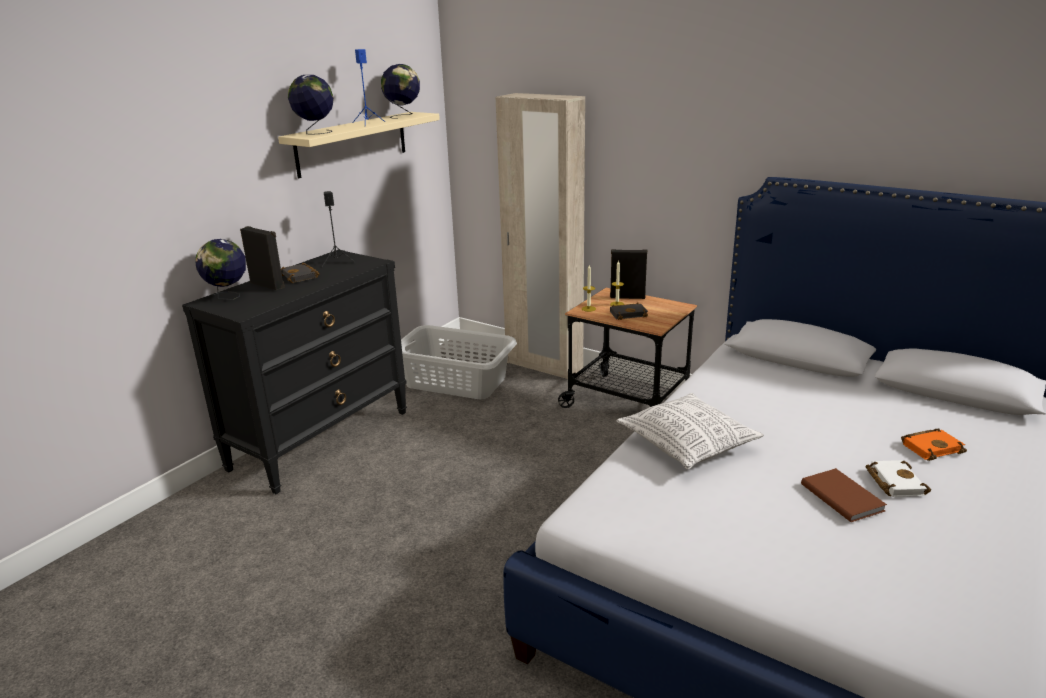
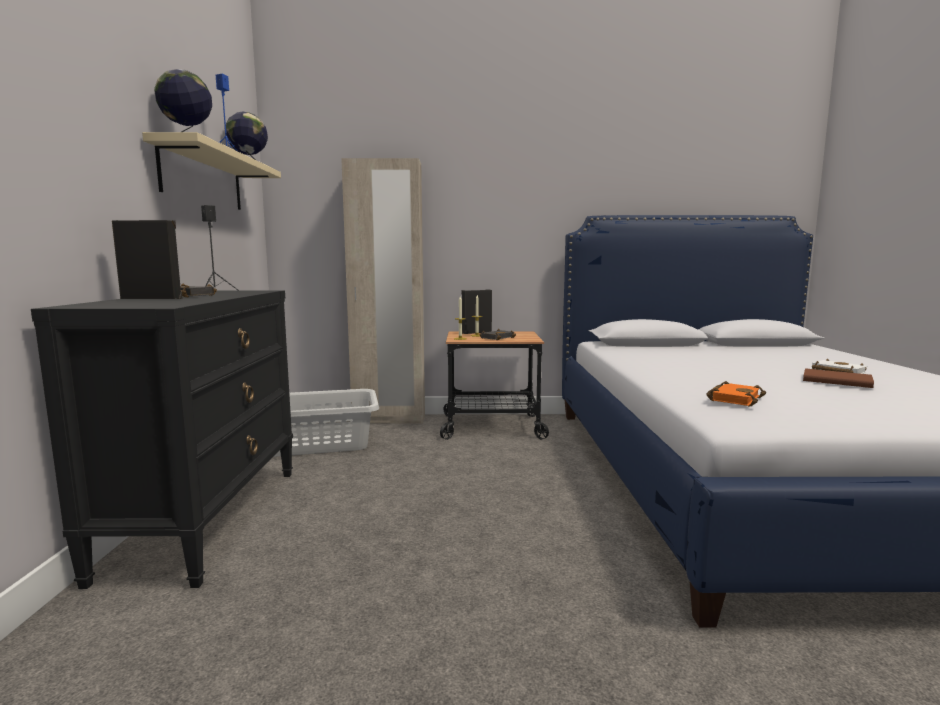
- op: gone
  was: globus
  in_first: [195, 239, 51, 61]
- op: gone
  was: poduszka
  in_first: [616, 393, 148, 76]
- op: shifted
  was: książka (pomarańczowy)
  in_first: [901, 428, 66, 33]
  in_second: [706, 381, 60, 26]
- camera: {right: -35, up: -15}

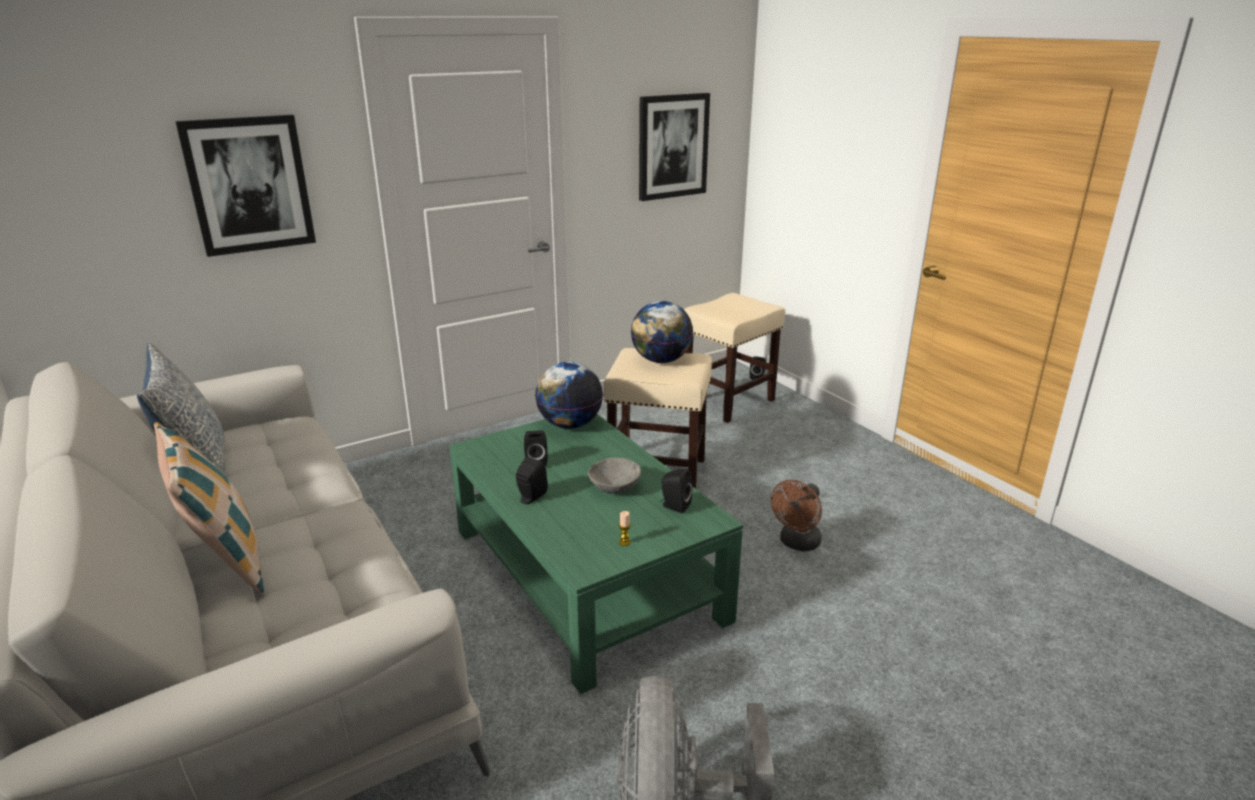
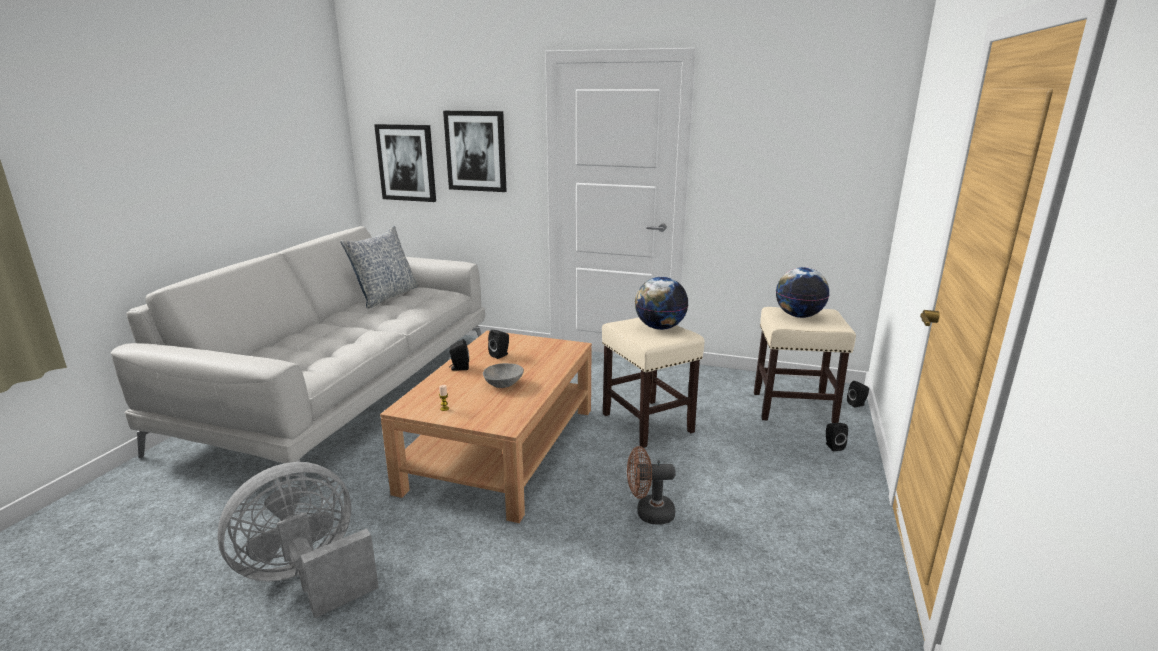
- op: shifted
  was: obraz
  in_first: [639, 93, 71, 108]
  in_second: [374, 124, 62, 78]
- op: shifted
  was: globus
  in_first: [535, 361, 68, 68]
  in_second: [776, 267, 53, 51]
- op: repainted
  was: ława (zielony)
  now: ława (brązowy)
  in_first: [449, 414, 294, 280]
  in_second: [380, 330, 212, 193]
- op: gone
  was: poduszka
  in_first: [154, 422, 110, 171]
- op: shifted
  was: głośnik (czarny)
  in_first: [660, 468, 33, 45]
  in_second: [826, 423, 22, 28]
- camera: {right: 50, up: -5}

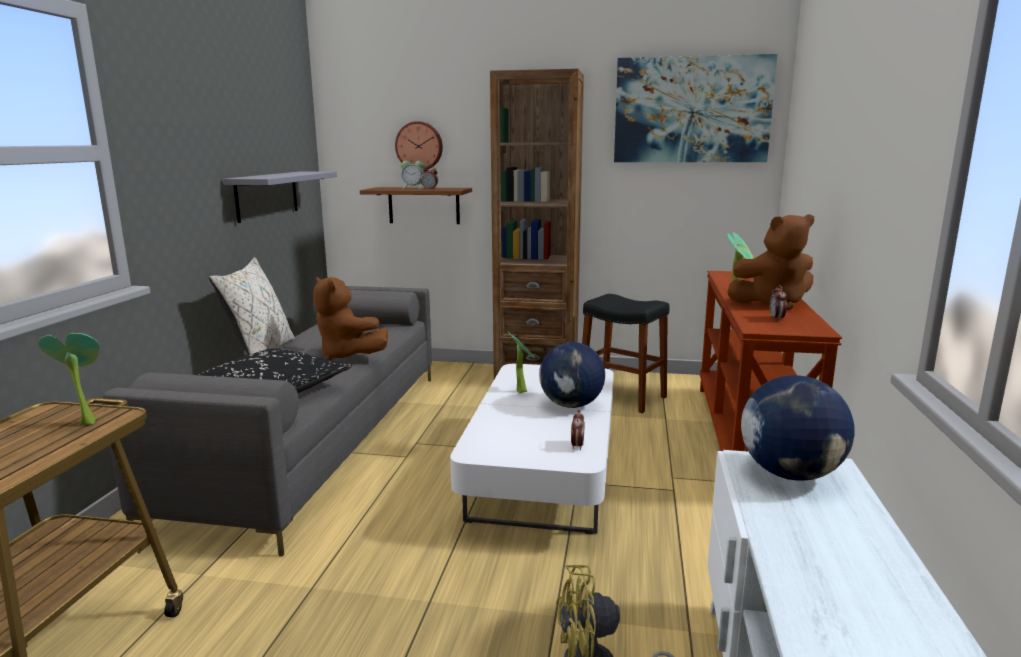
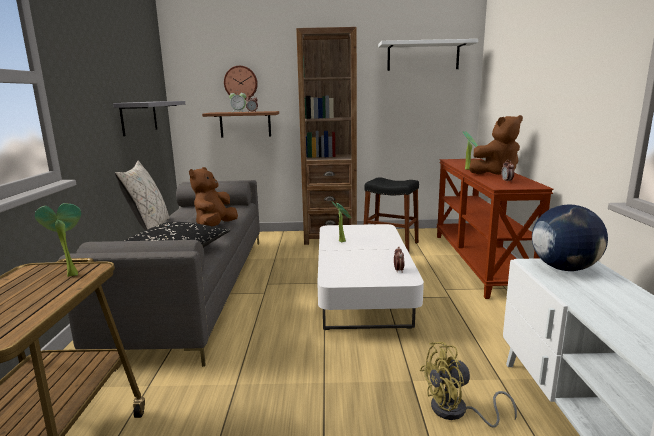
- op: swapped
  was: obraz
  now: półka (biały)
  in_first: [614, 54, 163, 108]
  in_second: [378, 39, 100, 32]
- op: rotated
  was: pluszak (brązowy)
  in_first: [313, 277, 75, 83]
  in_second: [189, 167, 49, 60]
  clockwise: 75
- op: gone
  was: globus
  in_first: [539, 342, 66, 66]
- camera: {right: -10, up: 0}

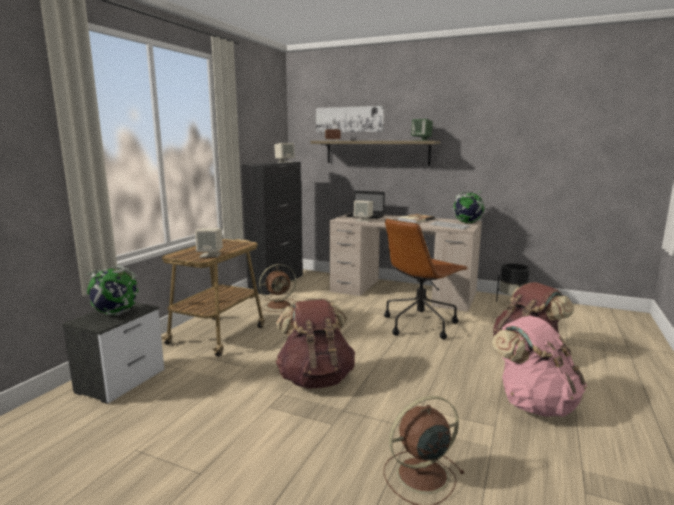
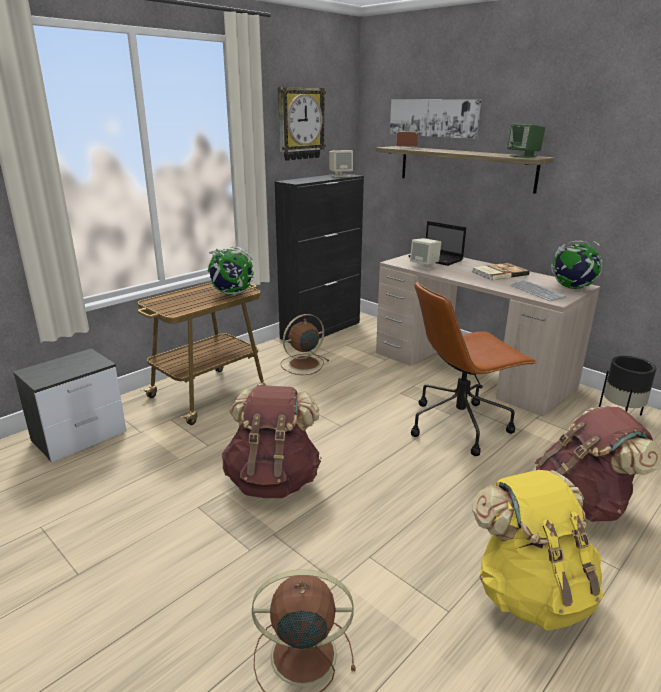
- op: gone
  was: głośnik (beżowy)
  in_first: [195, 228, 28, 29]
- op: rotated
  was: wentylator (brązowy)
  in_first: [259, 264, 37, 48]
  in_second: [281, 314, 48, 61]
  clockwise: 150
- op: shifted
  was: globus
  in_first: [85, 266, 54, 49]
  in_second: [207, 247, 47, 49]
- op: repainted
  was: plecak (różowy)
  now: plecak (żółty)
  in_first: [492, 315, 95, 102]
  in_second: [472, 470, 131, 160]
- op: new
  now: zegar ścienny
  in_second: [278, 87, 48, 74]
- camera: {right: 20, up: 10}

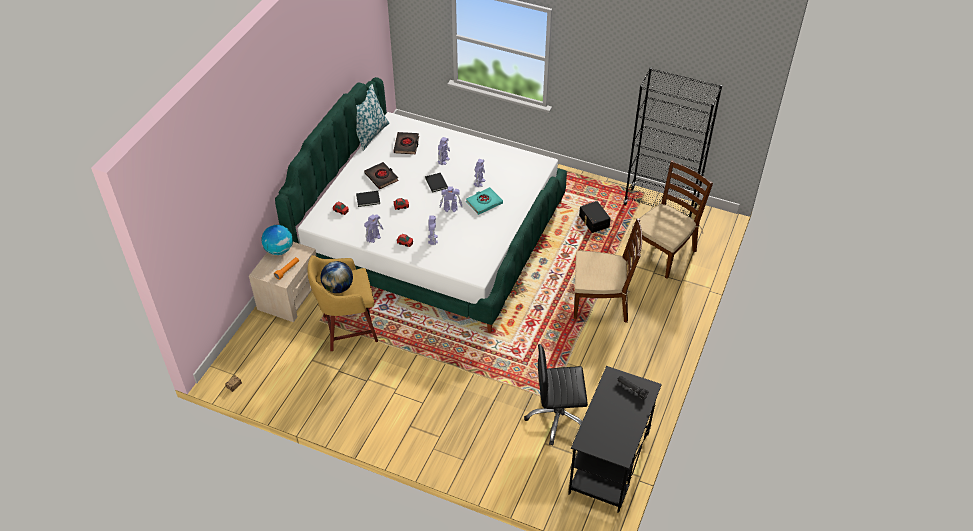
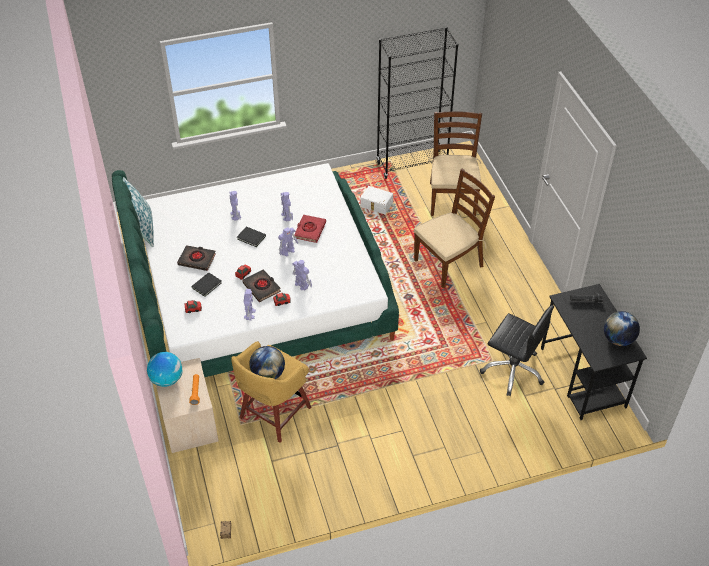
- op: shifted
  was: książka (czarny)
  in_first: [393, 132, 26, 22]
  in_second: [242, 269, 39, 33]
- op: repainted
  was: książka (turkusowy)
  now: książka (czerwony)
  in_first: [466, 187, 37, 28]
  in_second: [294, 215, 32, 28]
- op: repainted
  was: pojemnik do przechowywania (czarny)
  now: pojemnik do przechowywania (biały)
  in_first: [579, 201, 32, 32]
  in_second: [360, 186, 33, 28]
- op: rotated
  was: krzesło biurowe (czarny)
  in_first: [524, 344, 64, 101]
  in_second: [480, 305, 74, 91]
  clockwise: -105
- op: new
  now: globus
  in_second: [604, 311, 36, 35]
- camera: {right: -40, up: 0}

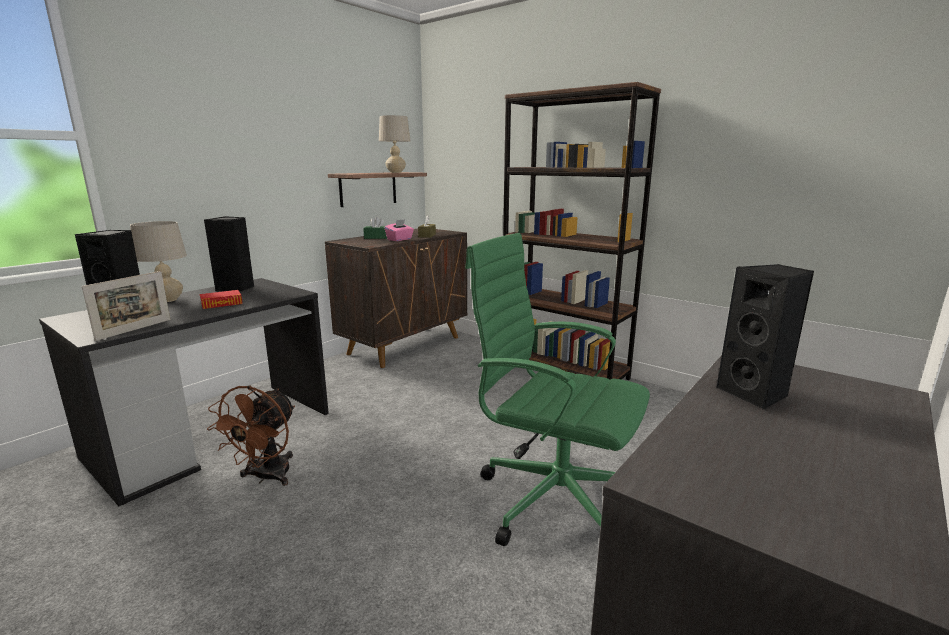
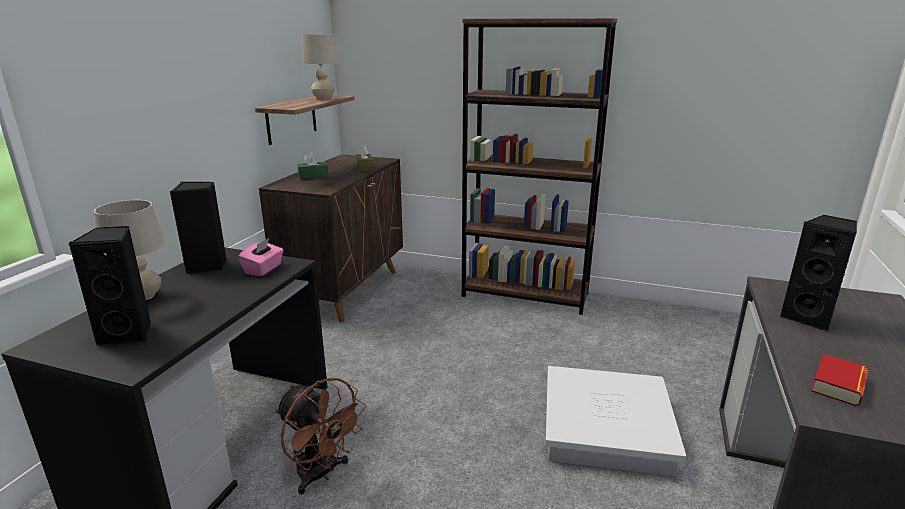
- op: shifted
  was: pudełko chusteczek (różowy)
  in_first: [385, 219, 29, 22]
  in_second: [238, 238, 45, 38]
- op: swapped
  was: krzesło biurowe (zielony)
  now: pojemnik do przechowywania (biały)
  in_first: [465, 233, 185, 313]
  in_second: [545, 366, 141, 110]
- op: gone
  was: ramka na zdjęcie
  in_first: [82, 271, 89, 70]
- op: shifted
  was: książka
  in_first: [200, 290, 43, 19]
  in_second: [811, 354, 57, 52]
- op: rotated
  was: wentylator (brązowy)
  in_first: [207, 385, 88, 101]
  in_second: [276, 378, 90, 117]
  clockwise: -45
- camera: {right: -20, up: 5}

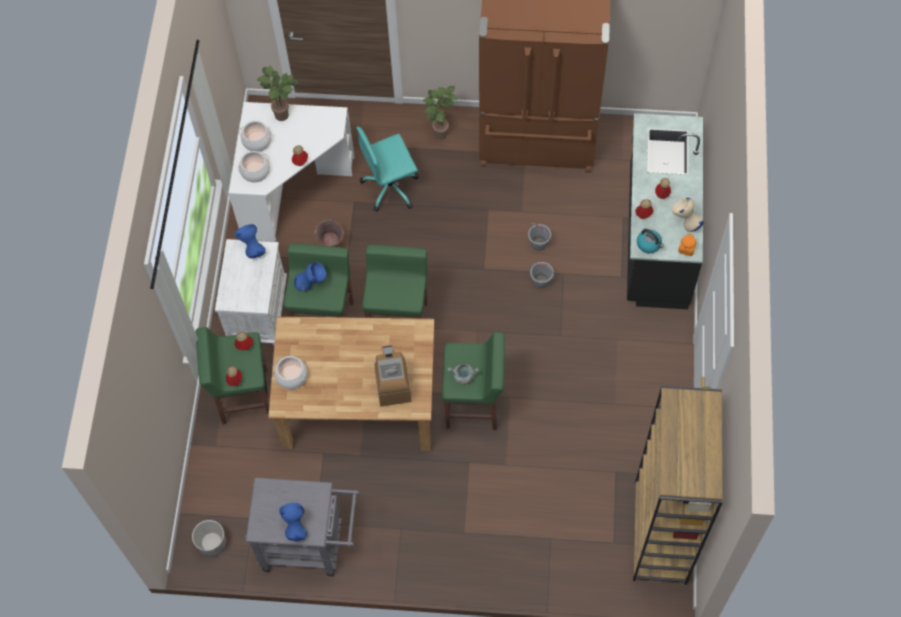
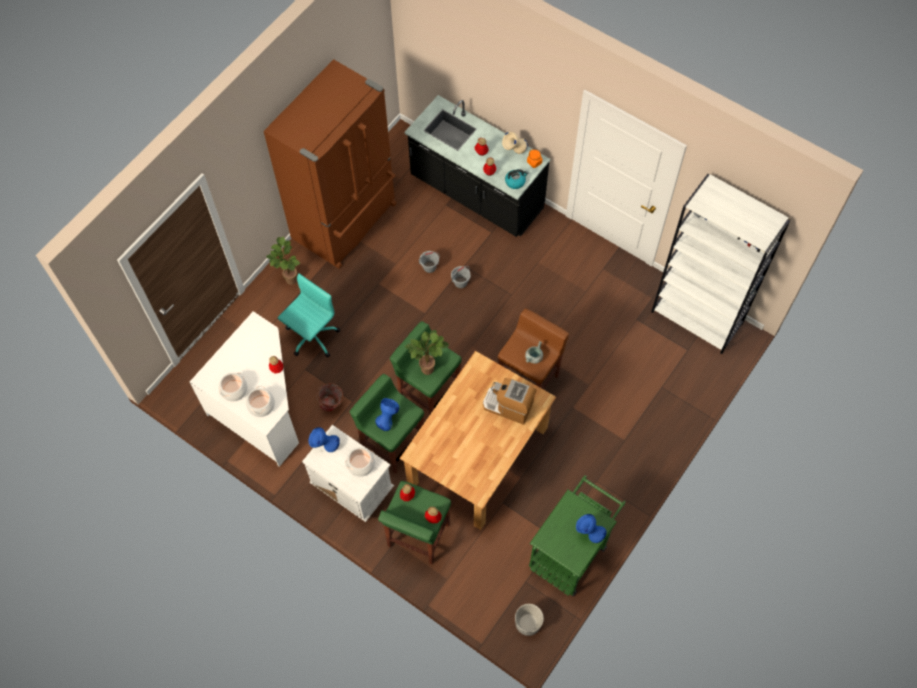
- op: shifted
  was: roślina doniczkowa
  in_first: [257, 65, 41, 56]
  in_second: [405, 330, 45, 45]
- op: rotated
  was: krzesło biurowe (turkusowy)
  in_first: [356, 127, 63, 85]
  in_second: [278, 273, 62, 85]
  clockwise: -150
- op: repainted
  was: stołek (zielony)
  now: stołek (brązowy)
  in_first: [442, 332, 63, 98]
  in_second: [498, 308, 71, 82]
- op: shifted
  was: garnek
  in_first: [274, 356, 33, 33]
  in_second: [345, 447, 30, 30]
- op: repainted
  was: regał (brązowy)
  now: regał (biały)
  in_first: [633, 386, 90, 199]
  in_second: [651, 174, 140, 180]
- op: repainted
  was: wózek (szary)
  now: wózek (zielony)
  in_first: [245, 477, 115, 99]
  in_second: [529, 475, 97, 121]
- camera: {right: -60, up: 0}

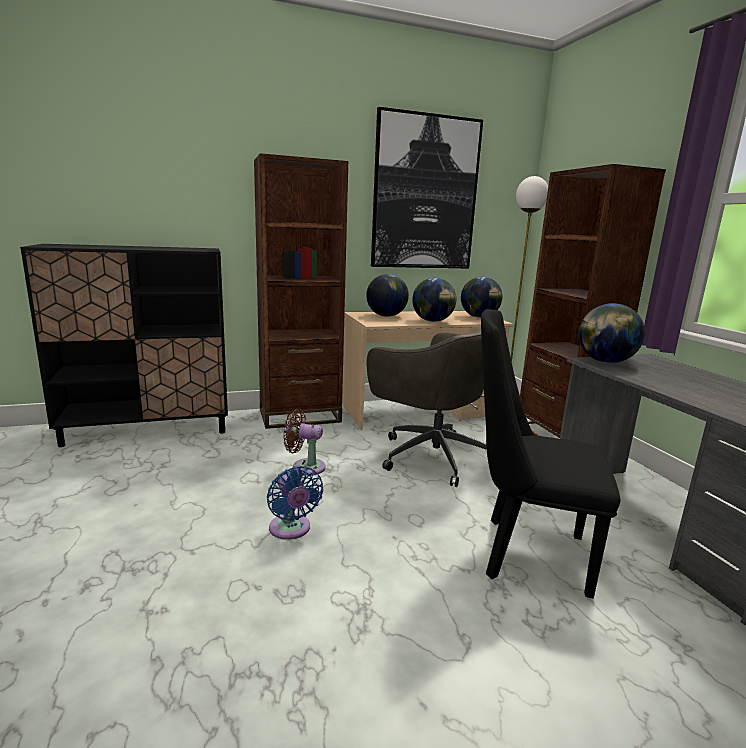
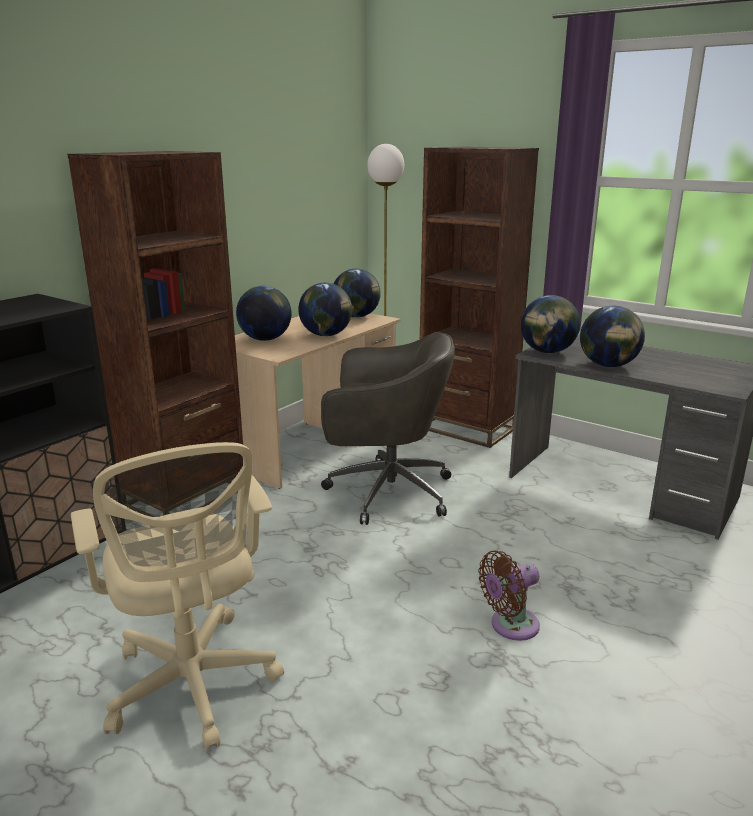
- op: gone
  was: obraz
  in_first: [371, 107, 112, 162]
- op: gone
  was: krzesło (czarny)
  in_first: [481, 309, 139, 289]
- op: shifted
  was: wentylator (brązowy)
  in_first: [283, 409, 43, 67]
  in_second: [479, 551, 61, 90]
- op: gone
  was: wentylator (niebieski)
  in_first: [267, 466, 56, 74]
- op: new
  now: globus
  in_second: [580, 306, 65, 61]
- op: new
  now: krzesło biurowe (beżowy)
  in_second: [71, 442, 213, 308]
- camera: {right: -35, up: 5}

